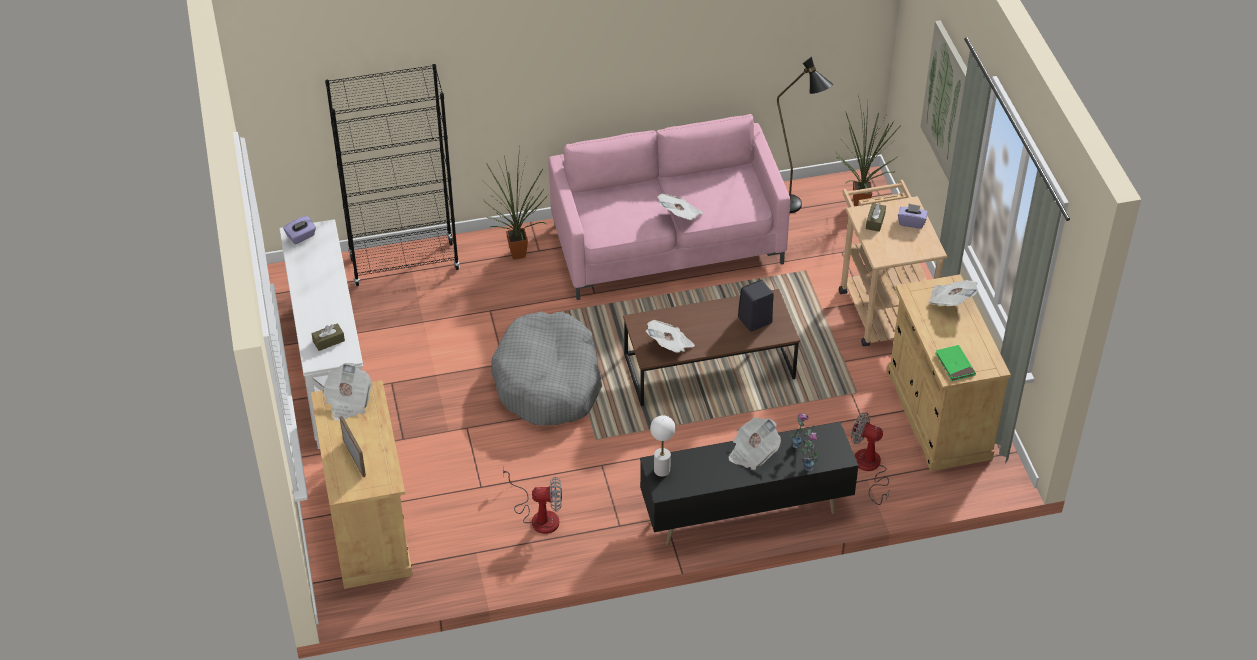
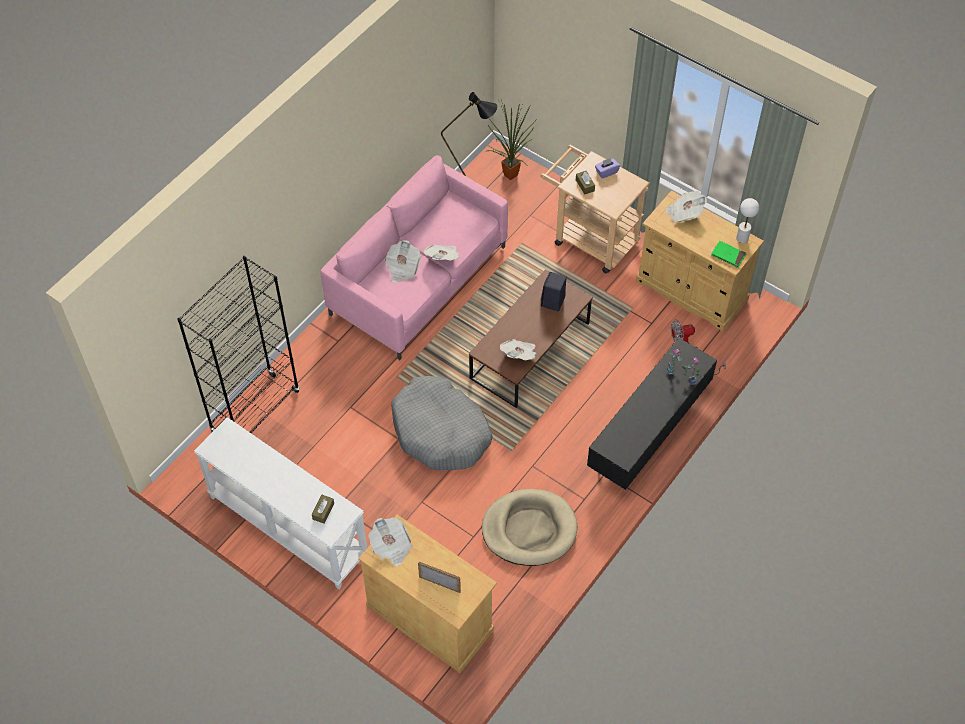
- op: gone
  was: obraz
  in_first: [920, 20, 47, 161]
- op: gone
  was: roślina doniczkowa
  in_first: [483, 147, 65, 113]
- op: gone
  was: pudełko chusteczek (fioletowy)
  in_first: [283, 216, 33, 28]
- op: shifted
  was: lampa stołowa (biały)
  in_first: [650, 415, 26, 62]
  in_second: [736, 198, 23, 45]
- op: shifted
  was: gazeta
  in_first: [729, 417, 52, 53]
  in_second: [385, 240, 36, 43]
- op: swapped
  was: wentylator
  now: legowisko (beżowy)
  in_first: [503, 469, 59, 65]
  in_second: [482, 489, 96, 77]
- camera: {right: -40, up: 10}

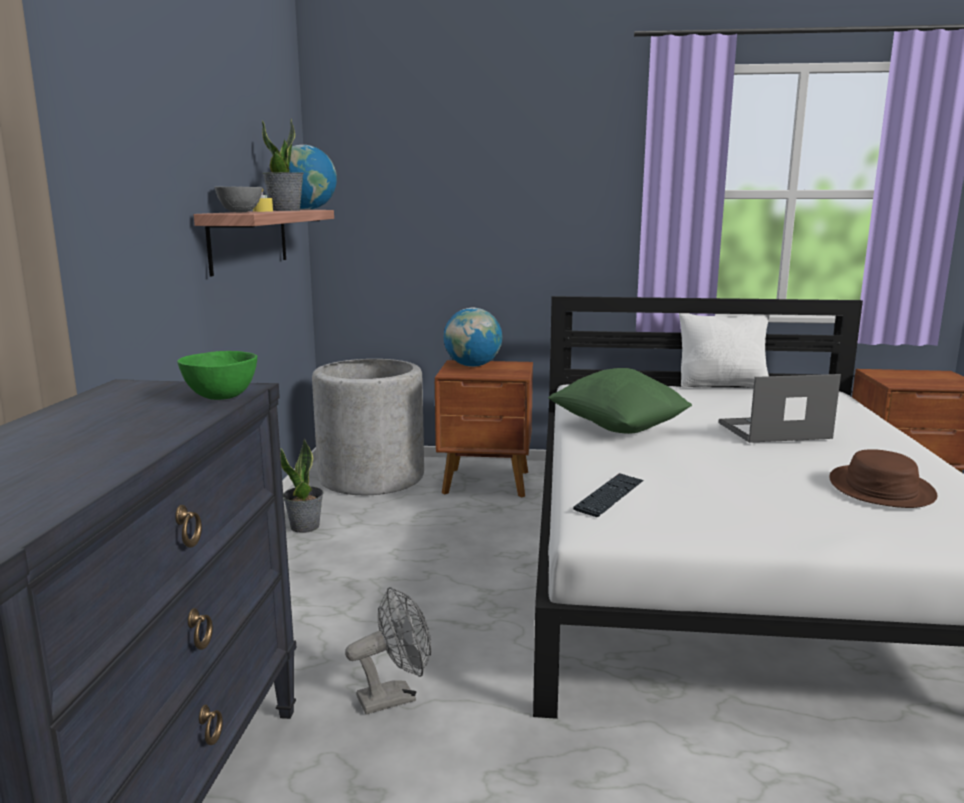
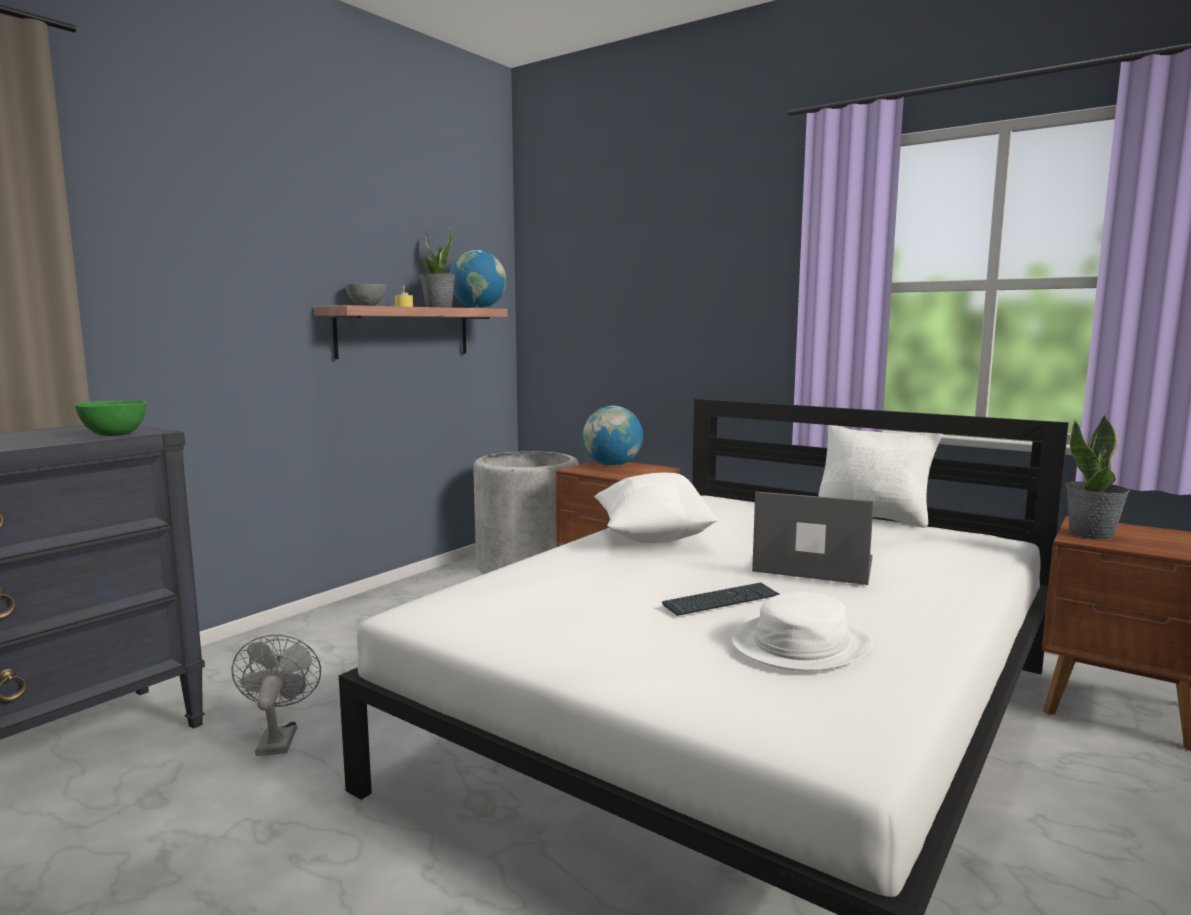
- op: repainted
  was: poduszka (zielony)
  now: poduszka (biały)
  in_first: [548, 368, 144, 66]
  in_second: [594, 473, 124, 70]
- op: shifted
  was: roślina doniczkowa
  in_first: [280, 439, 43, 94]
  in_second: [1066, 415, 64, 125]
- op: repainted
  was: kapelusz (brązowy)
  now: kapelusz (biały)
  in_first: [829, 449, 108, 59]
  in_second: [732, 592, 141, 79]
- op: shifted
  was: klawiatura
  in_first: [573, 473, 70, 44]
  in_second: [662, 583, 118, 33]
- op: rotated
  was: wentylator (szary)
  in_first: [345, 587, 86, 127]
  in_second: [232, 635, 89, 121]
  clockwise: -105
- camera: {right: 30, up: -5}

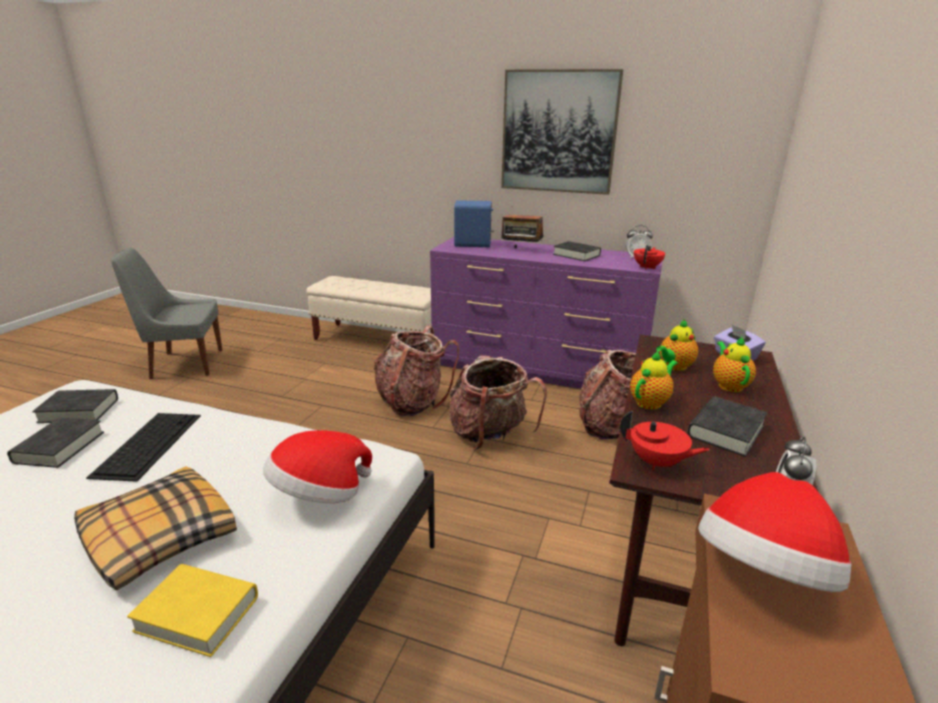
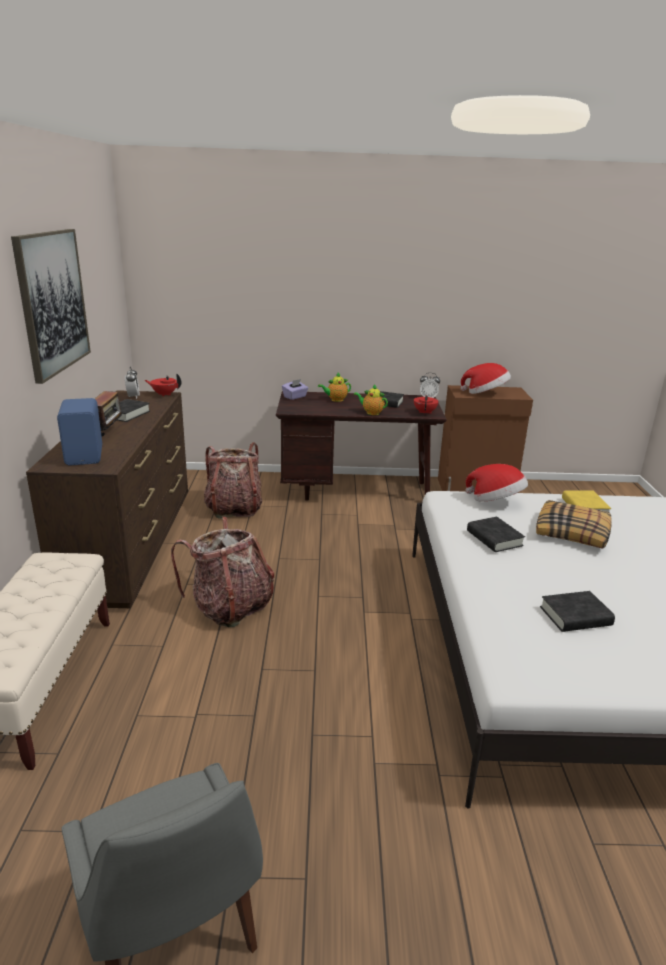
- op: repainted
  was: komoda (fioletowy)
  now: komoda (brązowy)
  in_first: [430, 237, 233, 152]
  in_second: [26, 390, 162, 218]
- op: gone
  was: imbryk
  in_first: [656, 319, 42, 52]
- op: gone
  was: plecak
  in_first: [449, 356, 98, 94]
- op: shifted
  was: książka (czarny)
  in_first: [32, 389, 86, 34]
  in_second: [467, 517, 58, 35]
- op: gone
  was: klawiatura
  in_first: [86, 413, 115, 69]
- camera: {right: -110, up: 0}

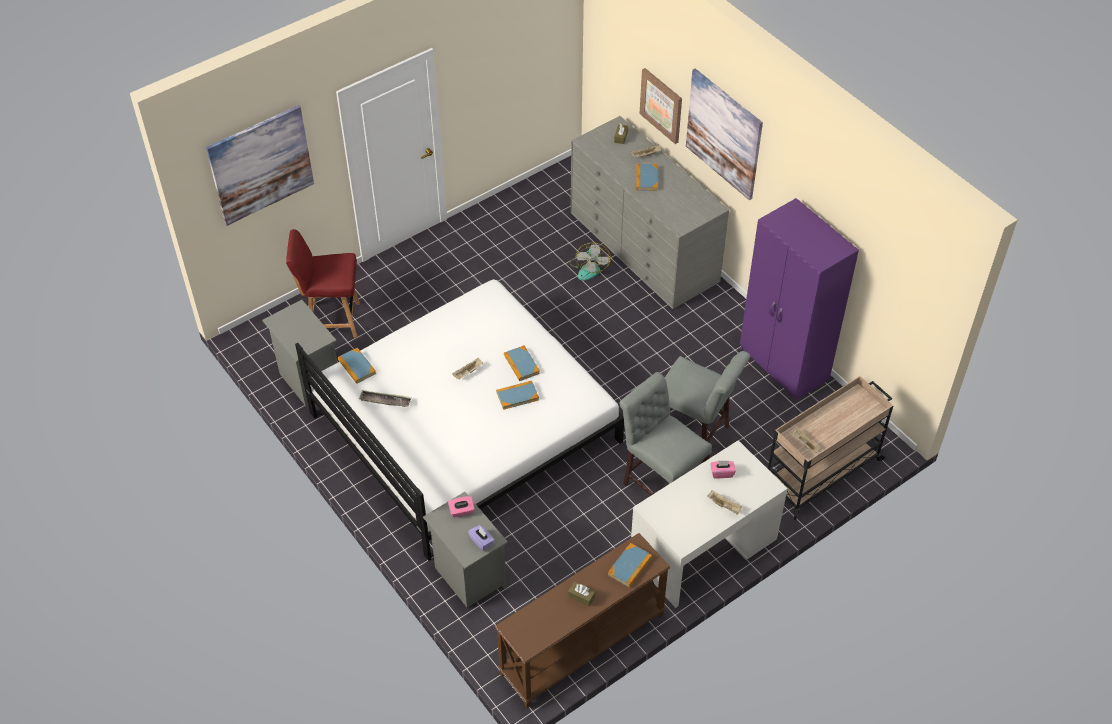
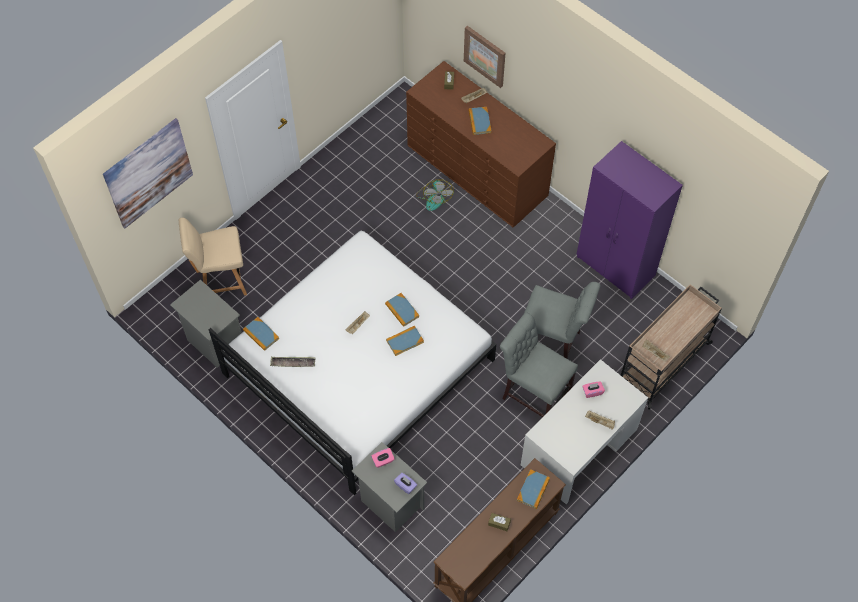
- op: gone
  was: obraz
  in_first: [686, 69, 77, 131]
- op: repainted
  was: komoda (szary)
  now: komoda (brązowy)
  in_first: [571, 116, 158, 193]
  in_second: [406, 61, 150, 167]
- op: repainted
  was: krzesło (czerwony)
  now: krzesło (beżowy)
  in_first: [286, 229, 74, 109]
  in_second: [178, 218, 69, 78]
- camera: {right: -10, up: 10}

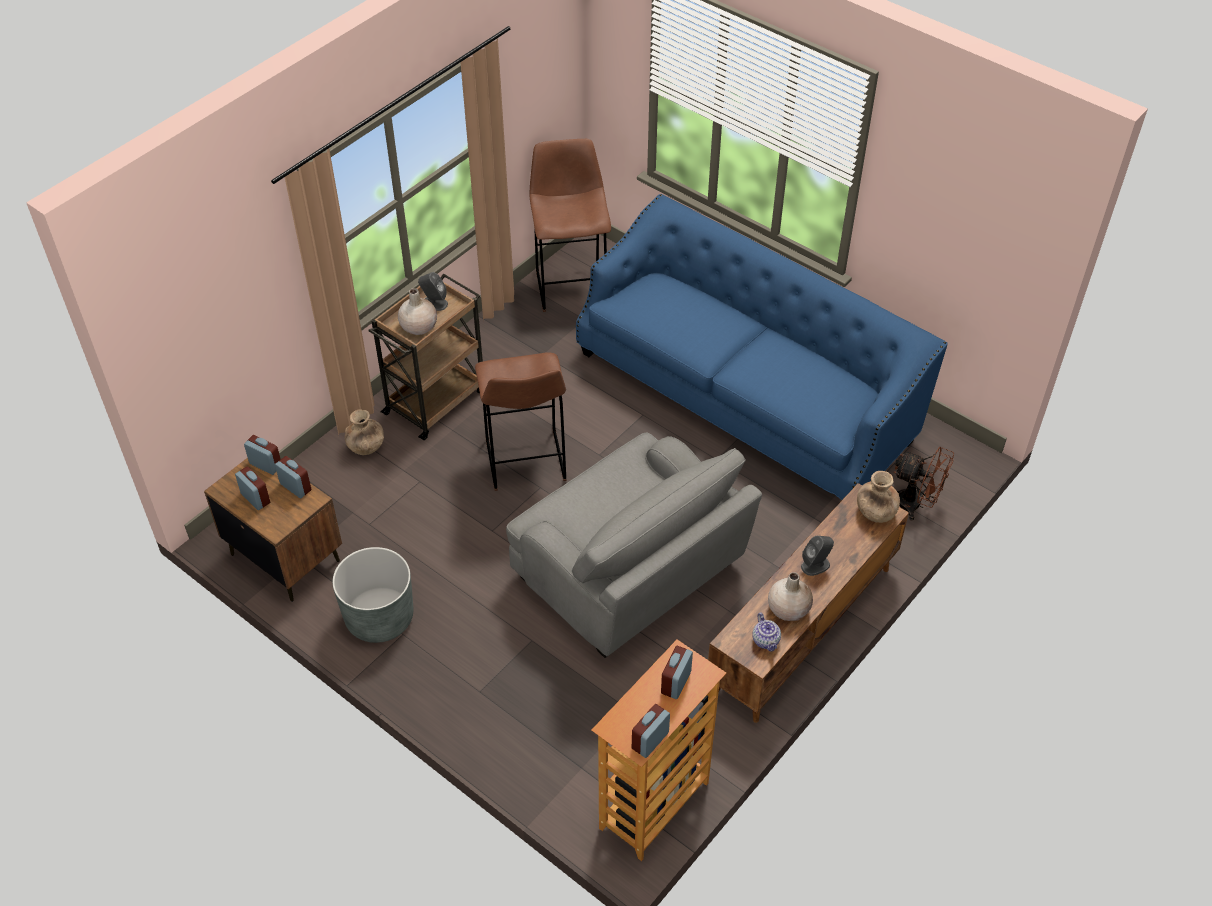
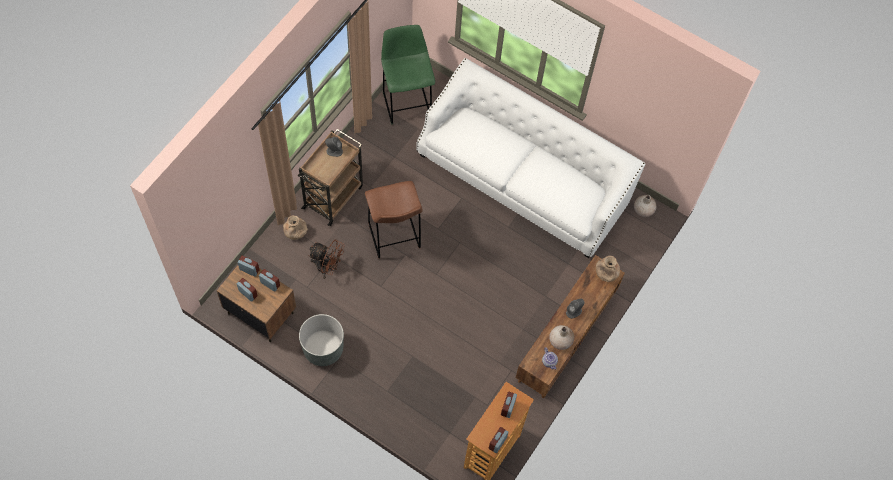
- op: repainted
  was: stołek (brązowy)
  now: stołek (zielony)
  in_first: [529, 139, 82, 173]
  in_second: [381, 25, 54, 100]
- op: repainted
  was: kanapa (niebieski)
  now: kanapa (biały)
  in_first: [576, 194, 372, 306]
  in_second: [416, 58, 229, 200]
- op: shifted
  was: wazon (beżowy)
  in_first: [398, 288, 39, 47]
  in_second: [634, 195, 22, 22]
- op: gone
  was: fotel (szary)
  in_first: [506, 433, 256, 225]
- op: shifted
  was: wentylator (brązowy)
  in_first: [894, 447, 60, 74]
  in_second: [308, 240, 36, 39]
- camera: {right: -10, up: 15}

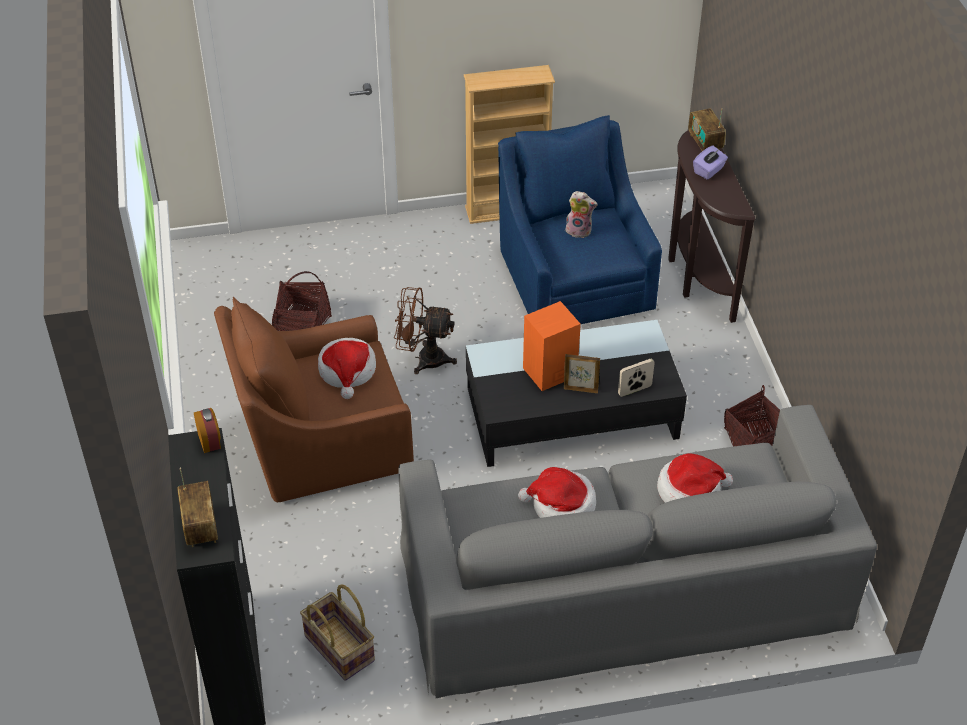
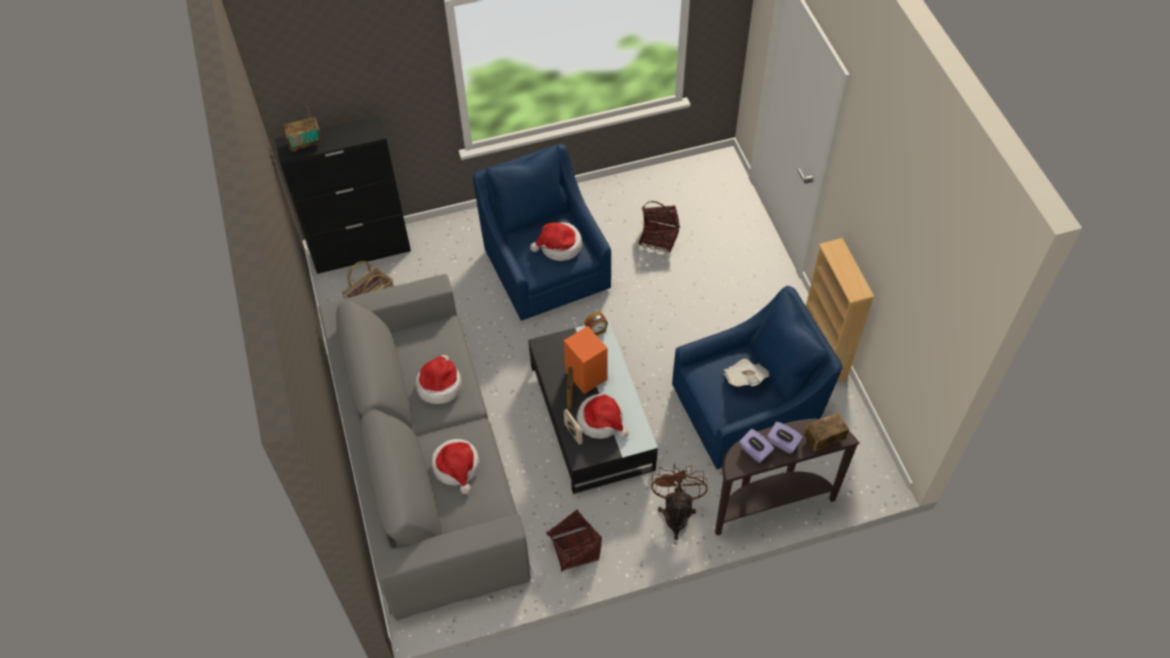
- op: swapped
  was: pluszak
  now: gazeta
  in_first: [565, 191, 33, 47]
  in_second: [724, 359, 46, 28]
- op: shifted
  was: wentylator (brązowy)
  in_first: [394, 287, 63, 87]
  in_second: [651, 464, 56, 76]
- op: repainted
  was: fotel (brązowy)
  now: fotel (niebieski)
  in_first: [214, 297, 200, 205]
  in_second: [472, 144, 139, 177]
- op: shifted
  was: budzik
  in_first: [194, 408, 27, 45]
  in_second: [584, 312, 24, 24]
- op: new
  now: kapelusz
  in_second: [577, 394, 52, 45]
- op: new
  now: pudełko chusteczek (fioletowy)
  in_second: [739, 429, 35, 34]
- camera: {right: 85, up: 10}

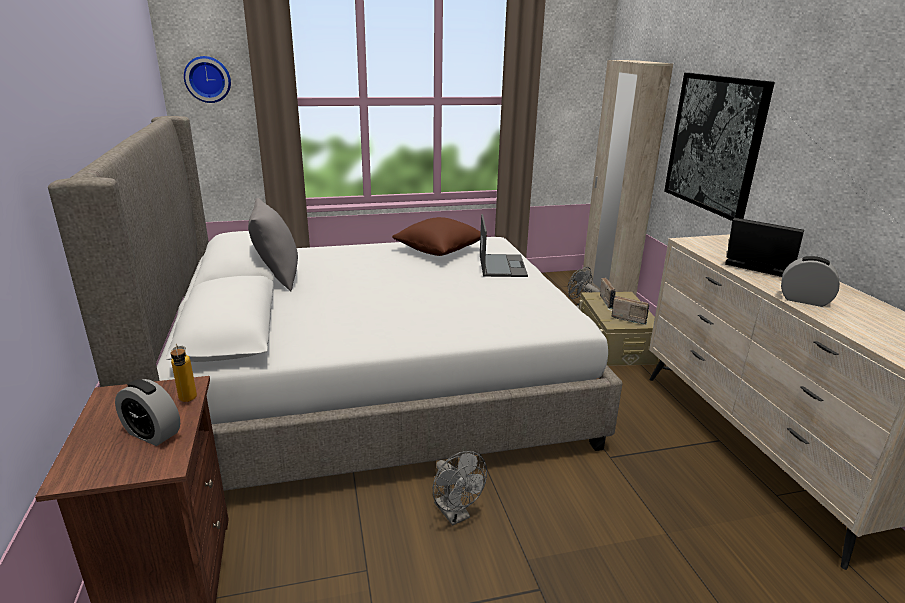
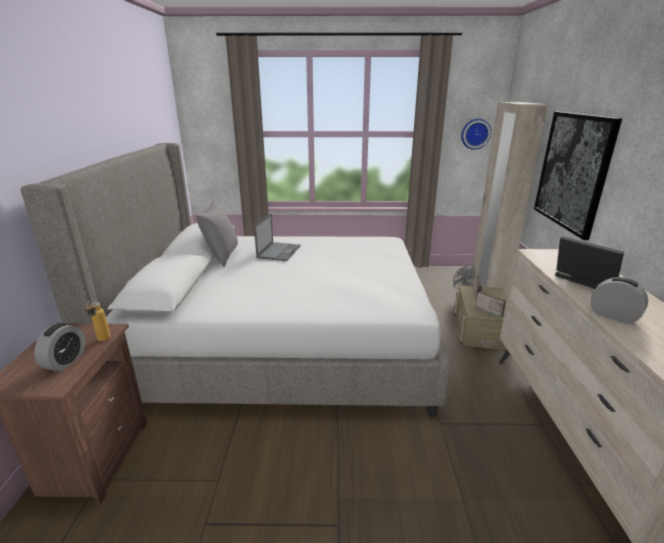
- op: shifted
  was: zegar ścienny
  in_first: [184, 56, 47, 47]
  in_second: [461, 119, 30, 31]
- op: shifted
  was: laptop
  in_first: [480, 214, 48, 63]
  in_second: [254, 214, 47, 47]
- op: gone
  was: poduszka (brązowy)
  in_first: [392, 217, 89, 39]
- op: rotated
  was: budzik
  in_first: [115, 379, 65, 67]
  in_second: [34, 323, 51, 48]
  clockwise: -120
- op: gone
  was: wentylator (szary)
  in_first: [433, 451, 54, 75]
- camera: {right: 15, up: 0}

